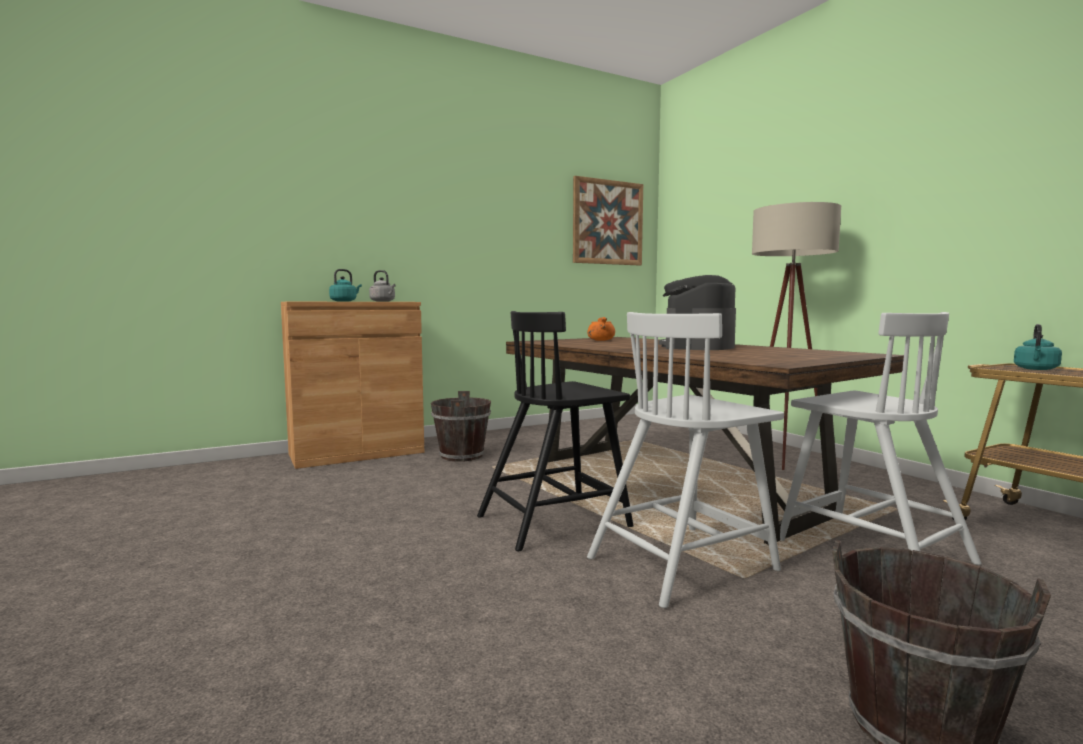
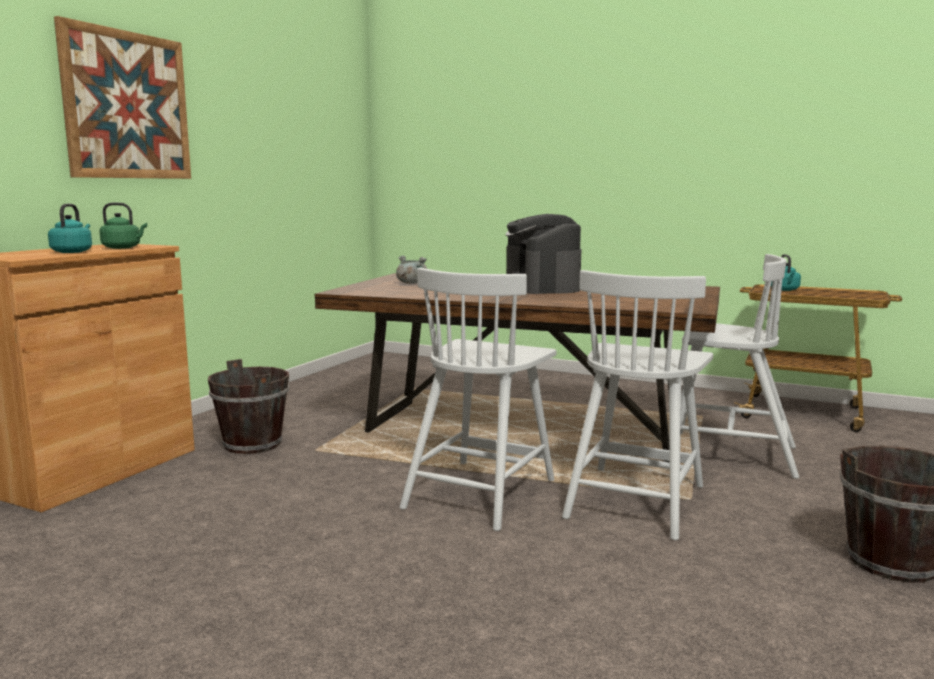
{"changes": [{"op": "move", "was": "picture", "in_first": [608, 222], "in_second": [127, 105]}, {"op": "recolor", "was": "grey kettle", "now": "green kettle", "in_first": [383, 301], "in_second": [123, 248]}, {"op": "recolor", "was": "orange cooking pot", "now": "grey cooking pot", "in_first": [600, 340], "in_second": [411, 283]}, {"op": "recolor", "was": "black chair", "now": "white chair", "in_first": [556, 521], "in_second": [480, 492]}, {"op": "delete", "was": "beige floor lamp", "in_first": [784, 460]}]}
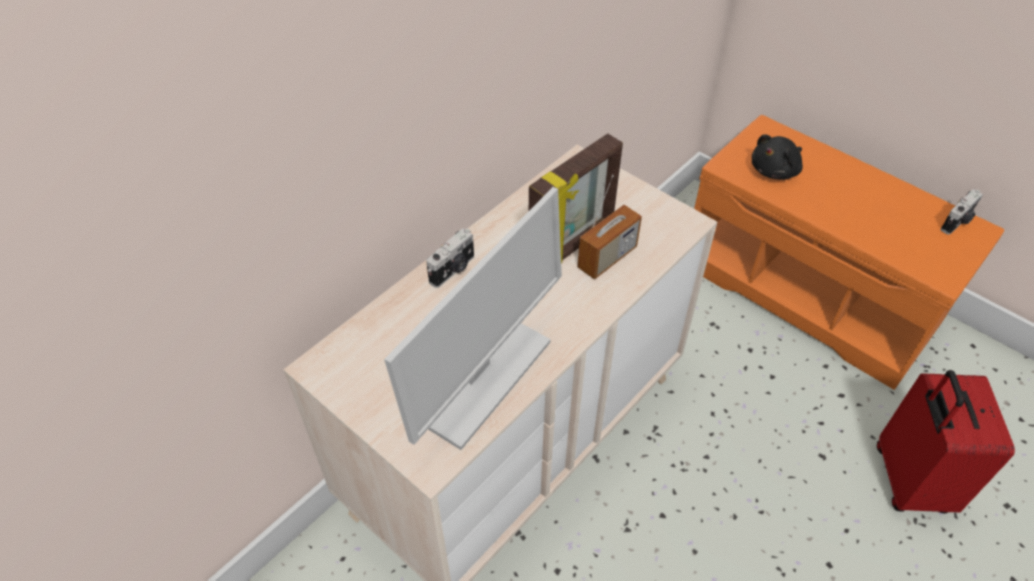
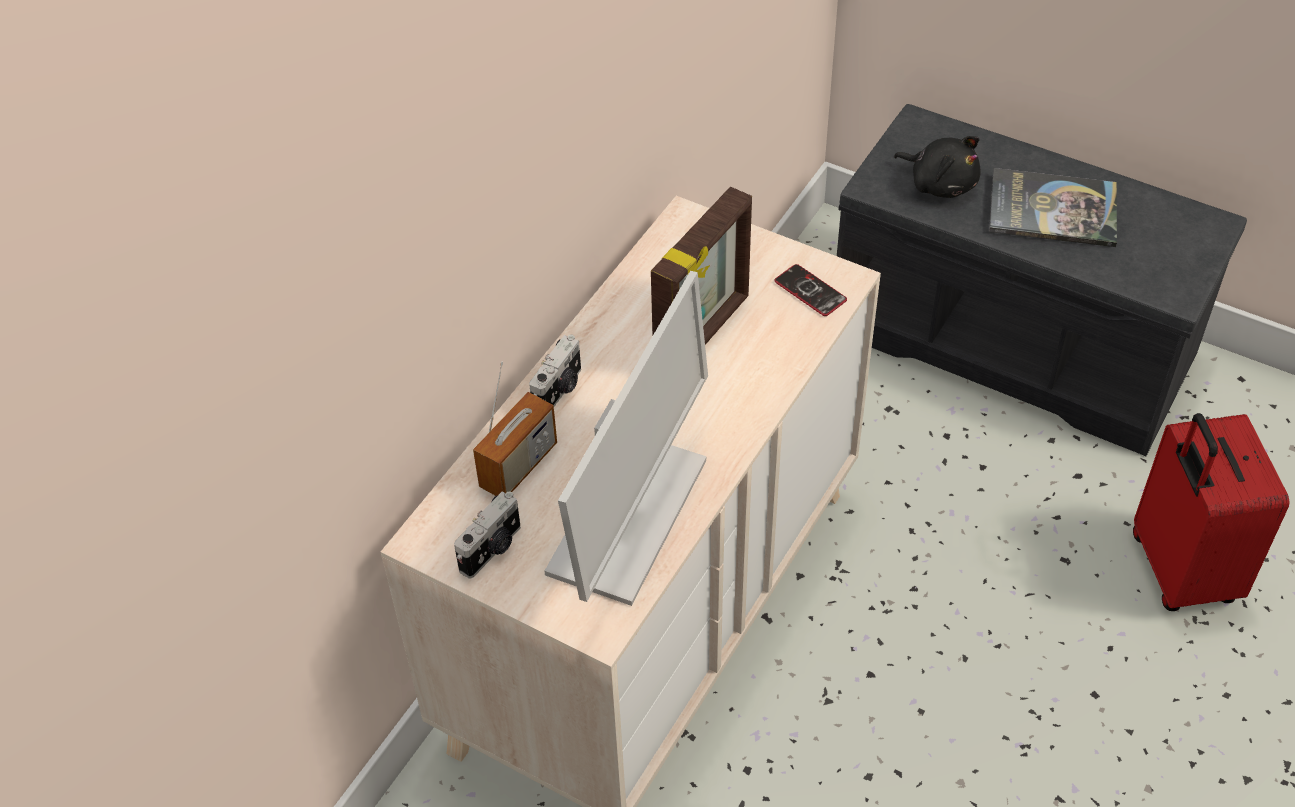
{"changes": [{"op": "move", "was": "photo camera", "in_first": [957, 222], "in_second": [492, 549]}, {"op": "move", "was": "radio", "in_first": [607, 258], "in_second": [518, 466]}, {"op": "insert", "now": "phone", "in_second": [810, 291]}, {"op": "recolor", "was": "orange bench", "now": "grey bench", "in_first": [811, 292], "in_second": [1015, 341]}, {"op": "rotate", "was": "black plush toy", "in_first": [775, 171], "in_second": [940, 183], "clockwise": -90}, {"op": "insert", "now": "book", "in_second": [1052, 209]}]}
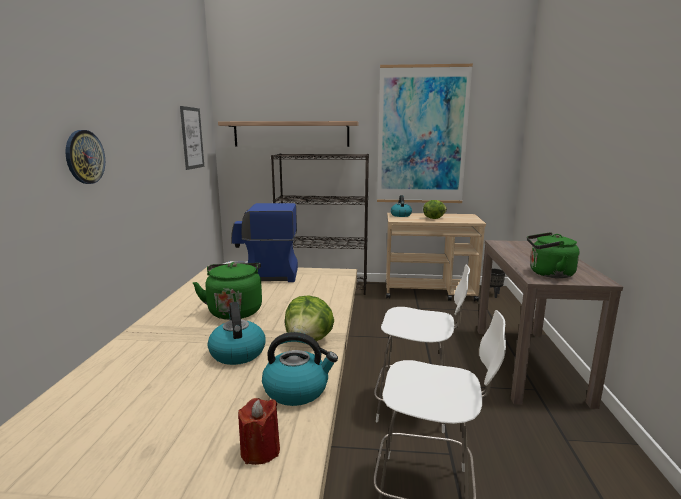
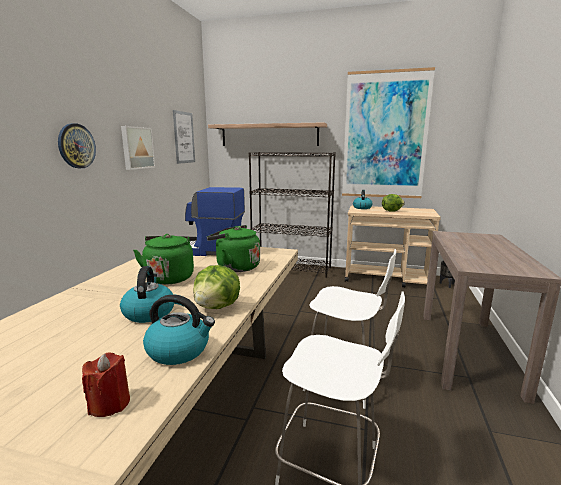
{"changes": [{"op": "insert", "now": "picture", "in_second": [137, 148]}, {"op": "move", "was": "green kettle", "in_first": [548, 274], "in_second": [235, 267]}]}
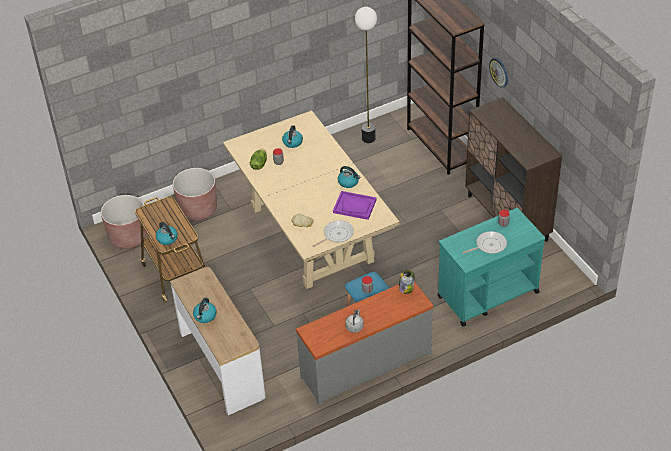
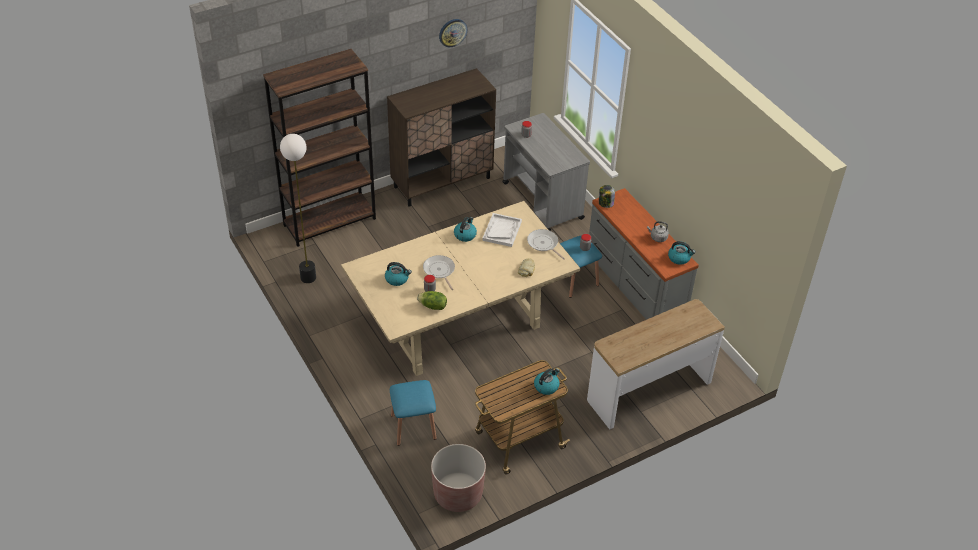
{"changes": [{"op": "replace", "was": "brown planter", "now": "blue stool", "in_first": [198, 209], "in_second": [413, 427]}, {"op": "move", "was": "frying pan", "in_first": [489, 245], "in_second": [439, 271]}, {"op": "move", "was": "wall clock", "in_first": [499, 72], "in_second": [452, 32]}, {"op": "recolor", "was": "purple tray", "now": "white tray", "in_first": [354, 206], "in_second": [502, 231]}, {"op": "recolor", "was": "turquoise cart", "now": "grey cart", "in_first": [487, 294], "in_second": [543, 201]}, {"op": "move", "was": "kettle", "in_first": [205, 316], "in_second": [679, 258]}]}
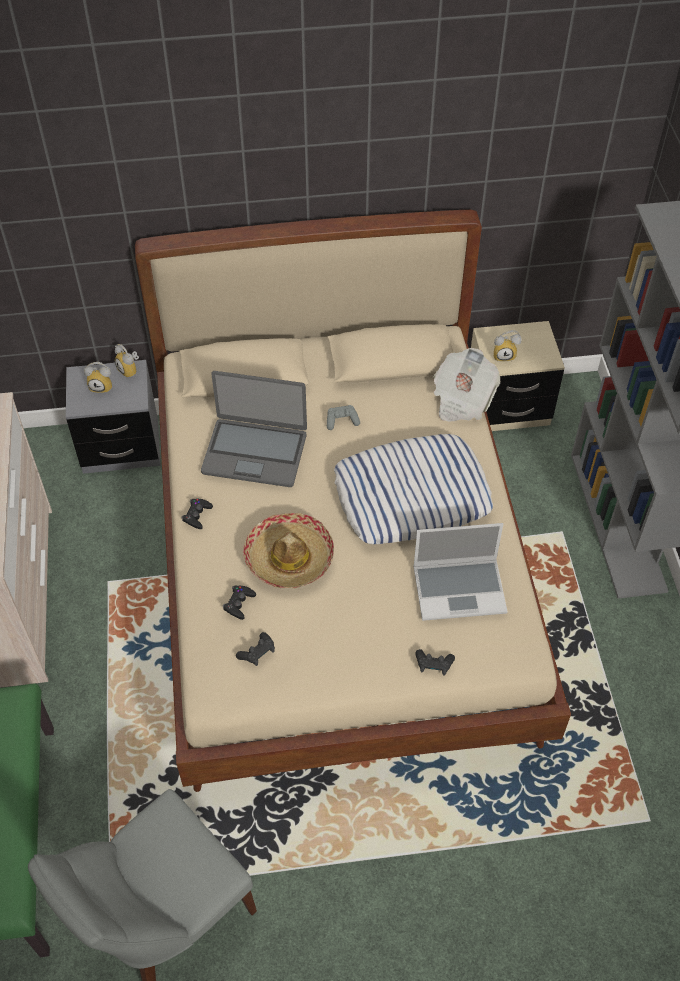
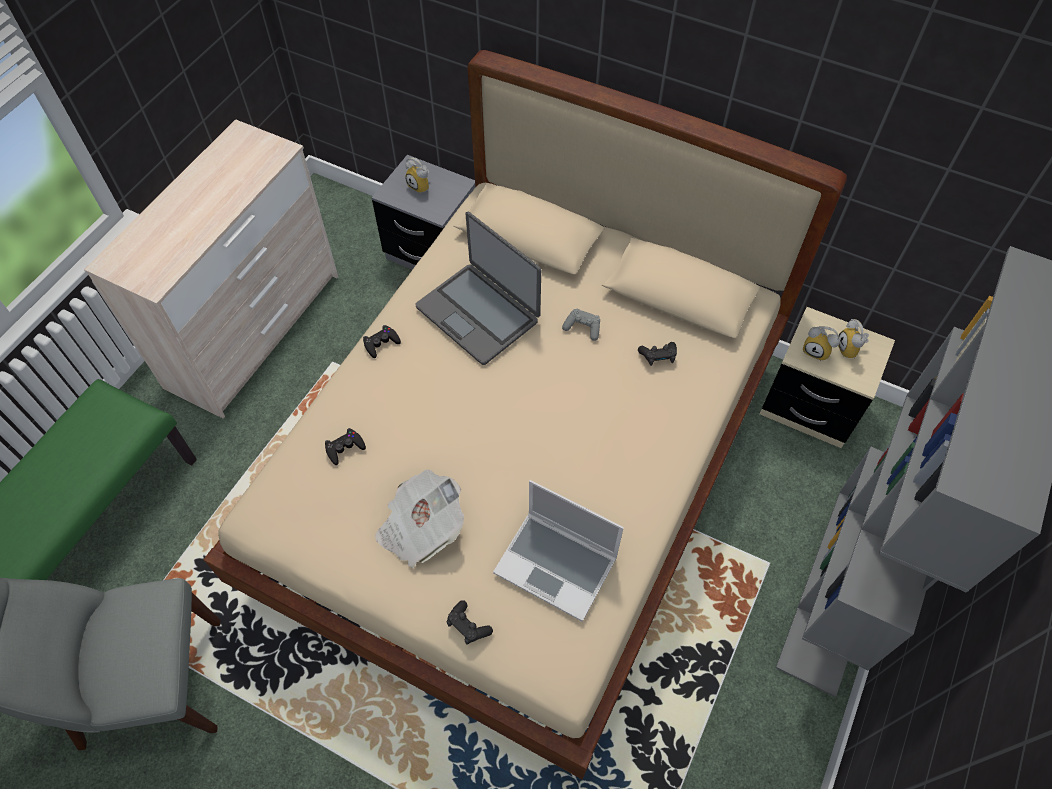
{"changes": [{"op": "move", "was": "newspaper", "in_first": [462, 399], "in_second": [421, 528]}, {"op": "move", "was": "black game controller", "in_first": [257, 653], "in_second": [658, 357]}, {"op": "move", "was": "alarm clock", "in_first": [131, 370], "in_second": [850, 350]}, {"op": "delete", "was": "hat", "in_first": [289, 558]}, {"op": "delete", "was": "pillow", "in_first": [412, 495]}]}
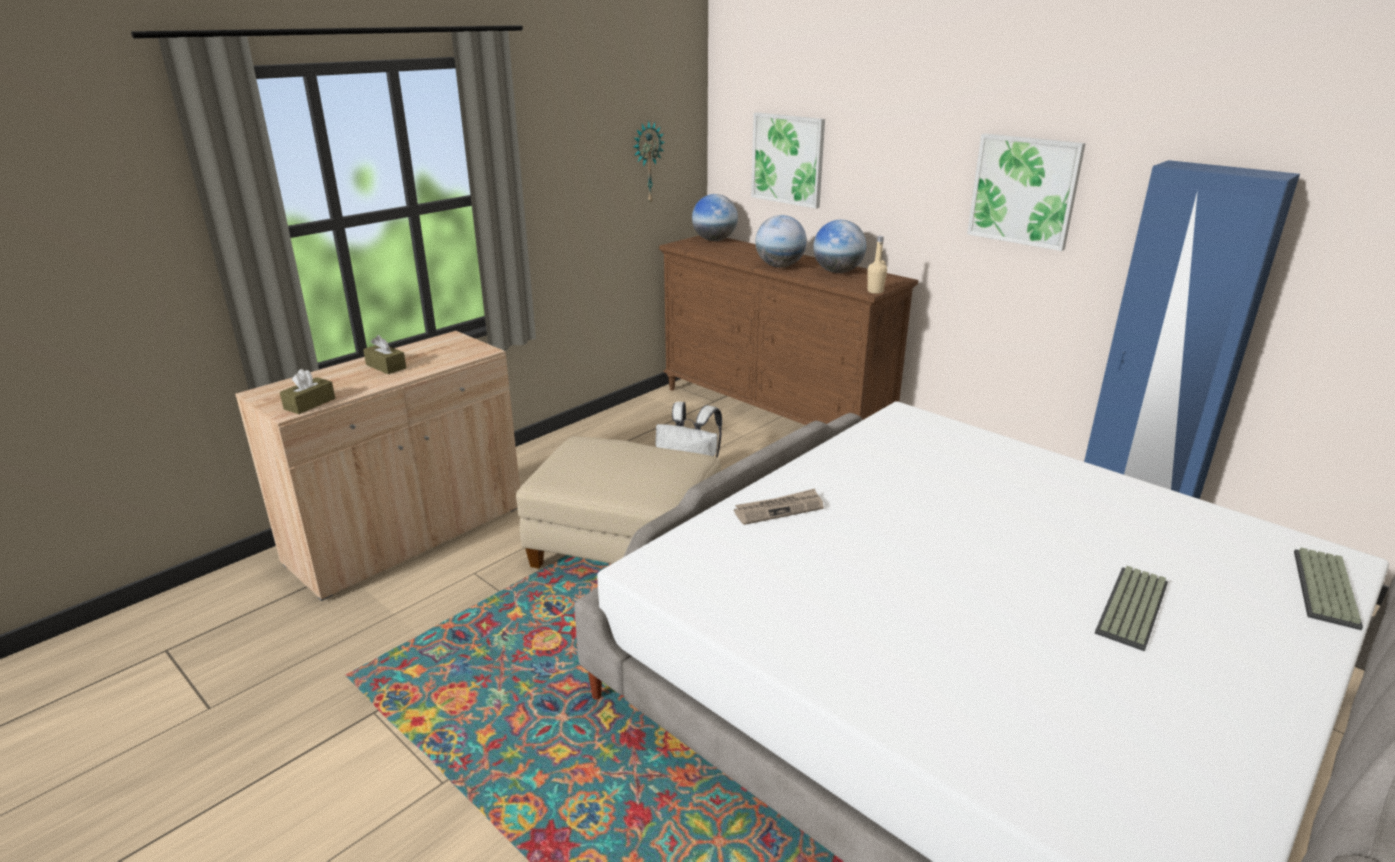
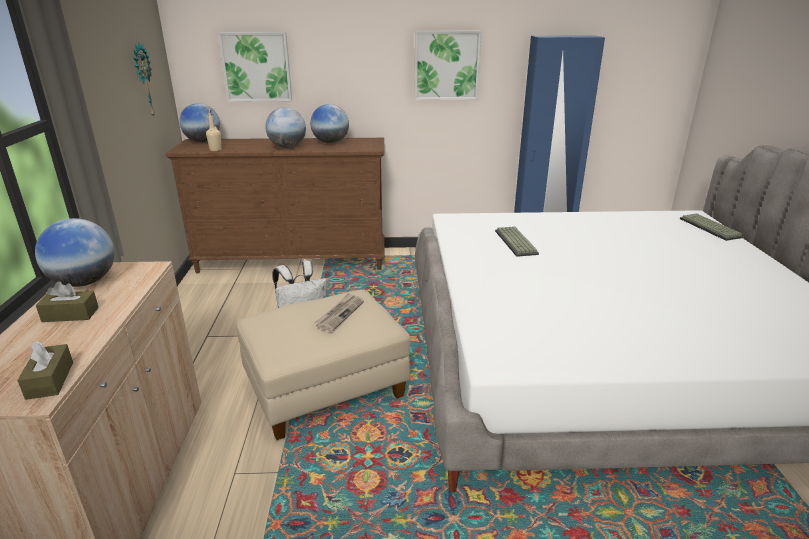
{"changes": [{"op": "insert", "now": "globe", "in_second": [84, 282]}, {"op": "move", "was": "beige bottle", "in_first": [875, 291], "in_second": [215, 150]}, {"op": "move", "was": "newspaper", "in_first": [779, 509], "in_second": [340, 313]}, {"op": "move", "was": "keyboard", "in_first": [1134, 609], "in_second": [517, 242]}]}
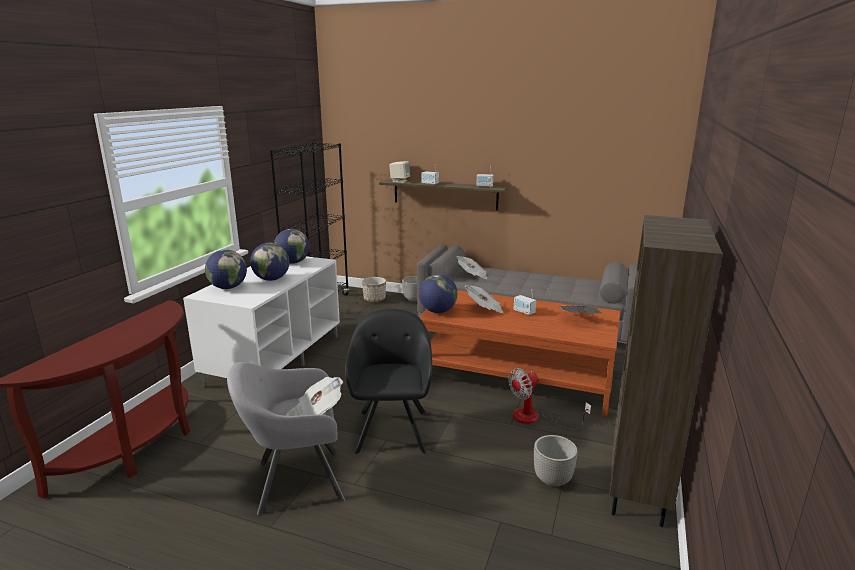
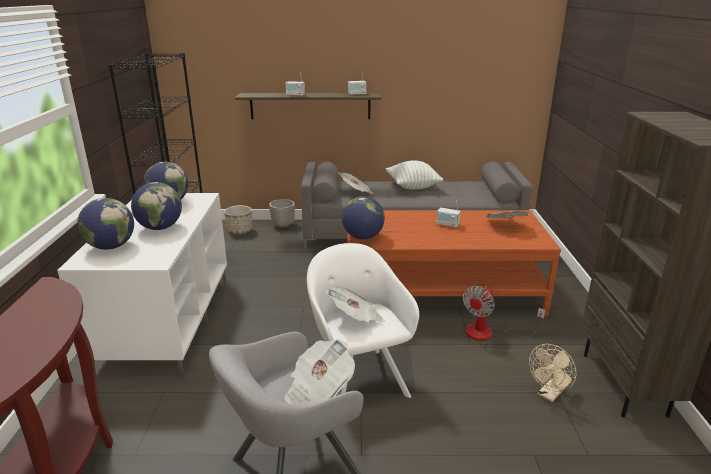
{"changes": [{"op": "recolor", "was": "black armchair", "now": "white armchair", "in_first": [392, 428], "in_second": [357, 377]}, {"op": "move", "was": "newspaper", "in_first": [484, 309], "in_second": [356, 318]}, {"op": "insert", "now": "pillow", "in_second": [412, 186]}, {"op": "replace", "was": "planter", "now": "beige fan", "in_first": [553, 480], "in_second": [549, 394]}, {"op": "delete", "was": "beige speaker", "in_first": [399, 181]}]}
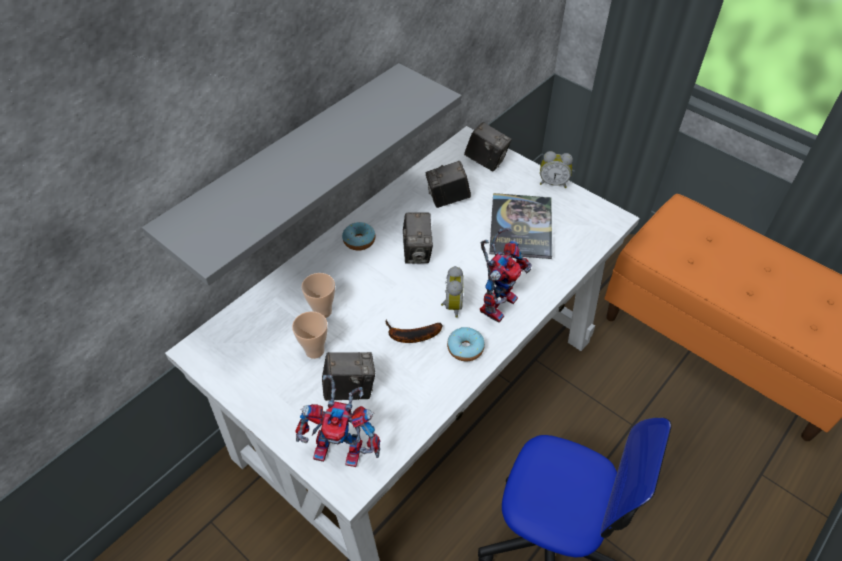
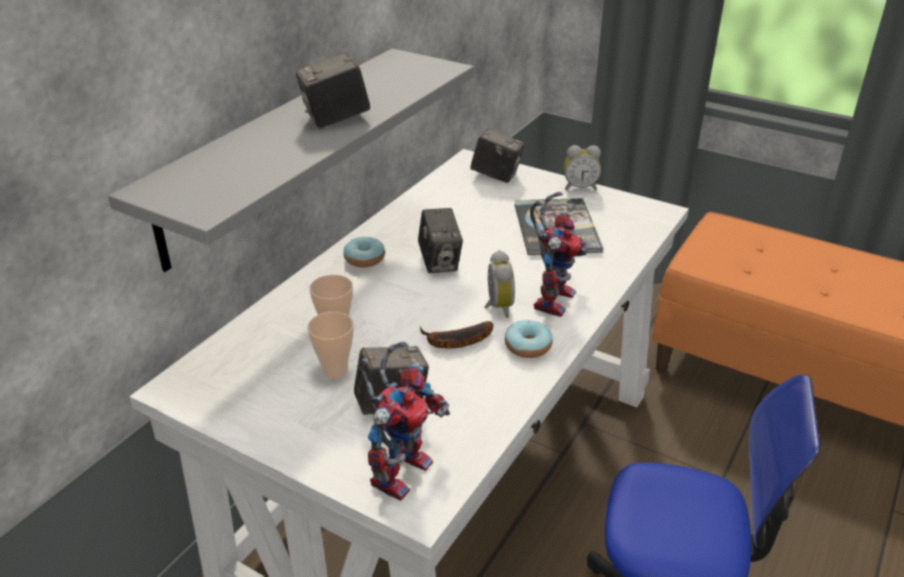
{"changes": [{"op": "move", "was": "photo camera", "in_first": [447, 199], "in_second": [336, 119]}, {"op": "rotate", "was": "toy robot", "in_first": [344, 448], "in_second": [400, 467], "clockwise": -60}]}
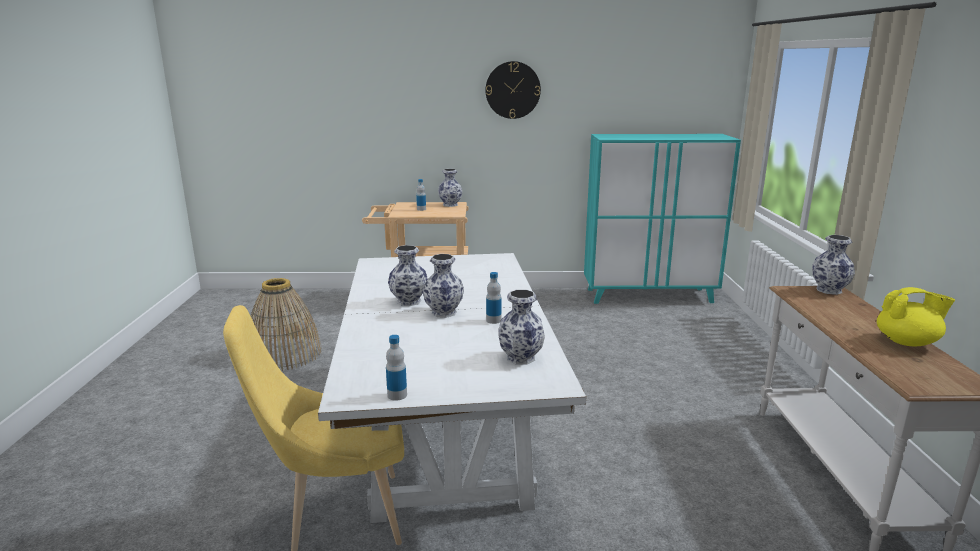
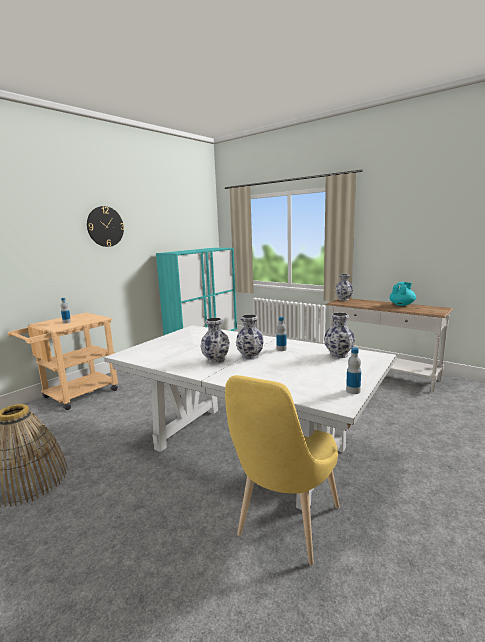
{"changes": [{"op": "recolor", "was": "yellow teapot", "now": "turquoise teapot", "in_first": [907, 342], "in_second": [402, 305]}, {"op": "delete", "was": "vase", "in_first": [450, 205]}]}
